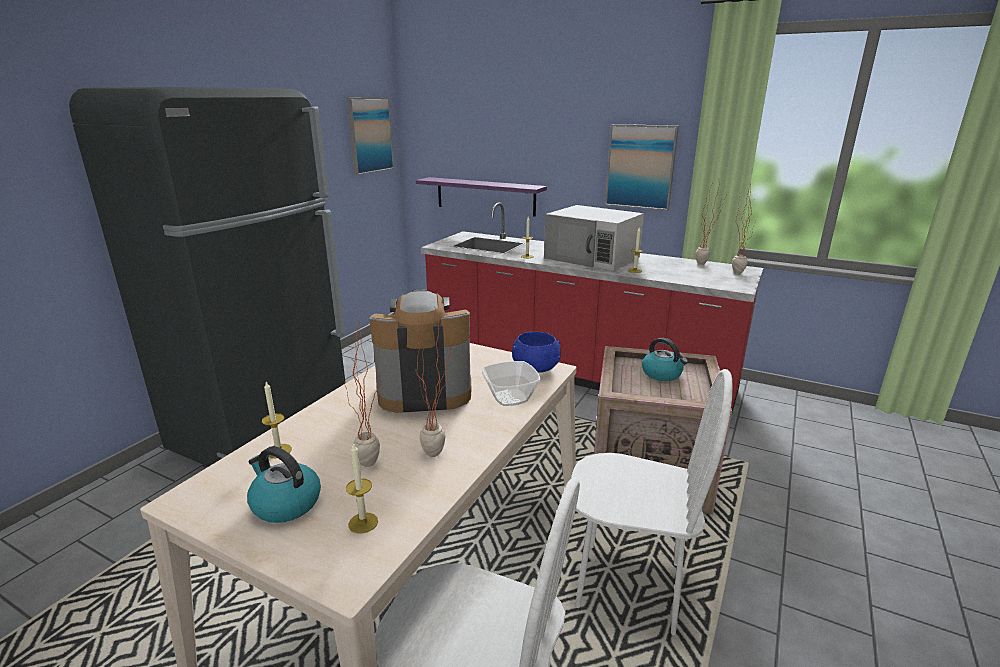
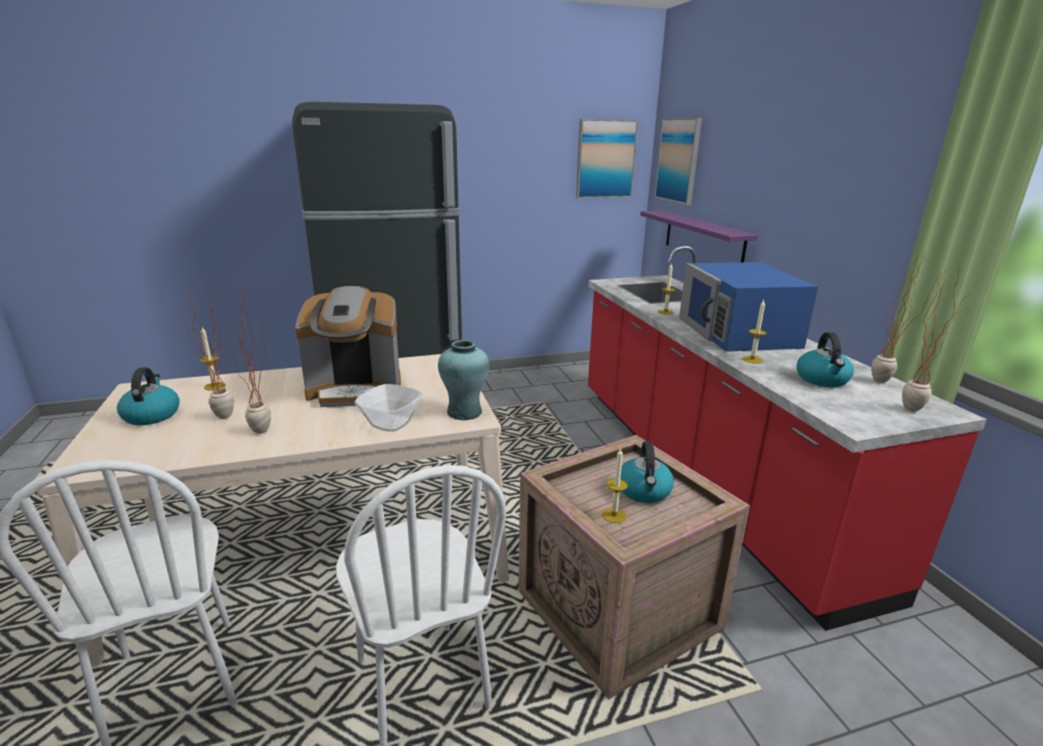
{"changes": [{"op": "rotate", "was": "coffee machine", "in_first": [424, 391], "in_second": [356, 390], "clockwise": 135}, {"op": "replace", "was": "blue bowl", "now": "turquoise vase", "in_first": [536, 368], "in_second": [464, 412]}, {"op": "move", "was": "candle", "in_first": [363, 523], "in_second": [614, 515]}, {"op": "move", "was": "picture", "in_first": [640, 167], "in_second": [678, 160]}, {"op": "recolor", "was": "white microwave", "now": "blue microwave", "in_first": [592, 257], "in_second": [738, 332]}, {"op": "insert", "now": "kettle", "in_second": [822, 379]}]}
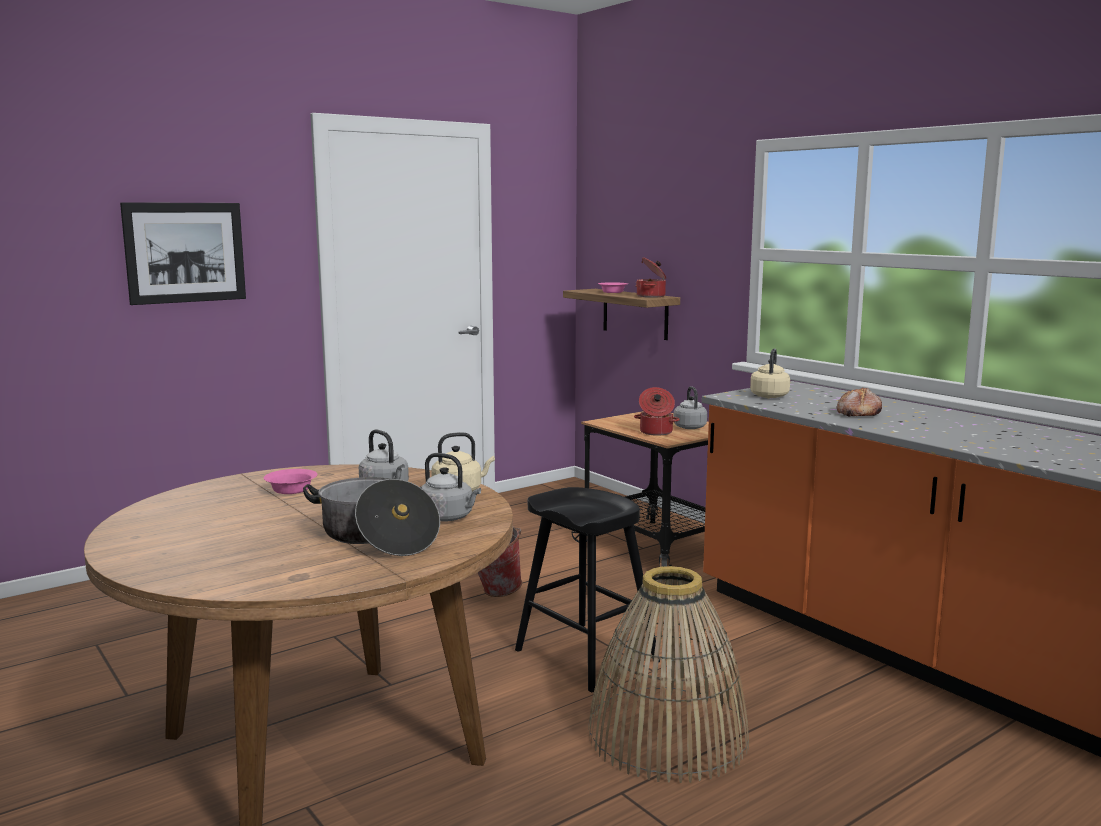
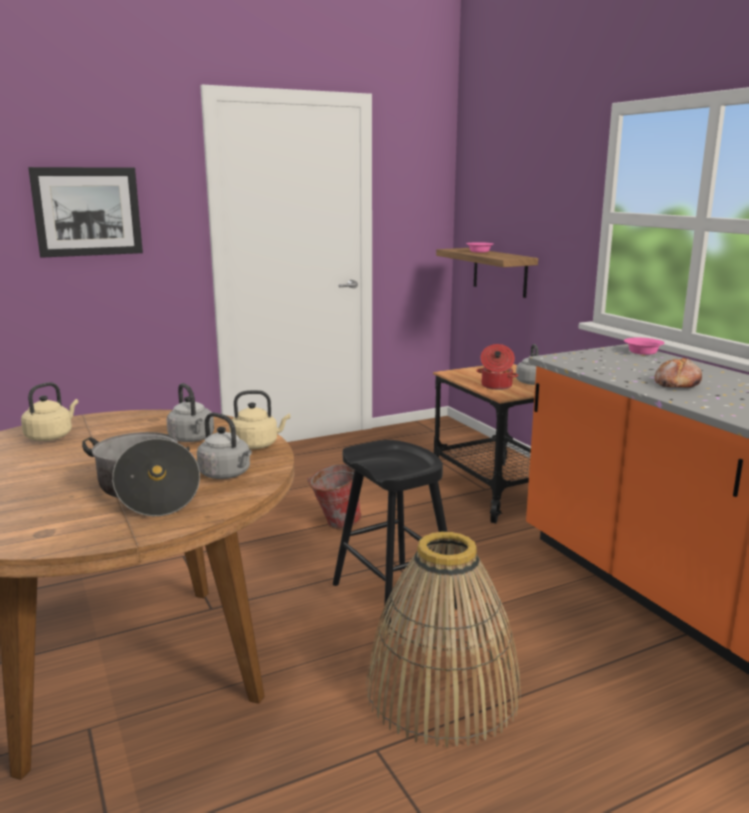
{"changes": [{"op": "move", "was": "beige kettle", "in_first": [769, 395], "in_second": [51, 436]}, {"op": "move", "was": "pink bowl", "in_first": [290, 490], "in_second": [641, 352]}, {"op": "delete", "was": "cooking pot", "in_first": [651, 296]}]}
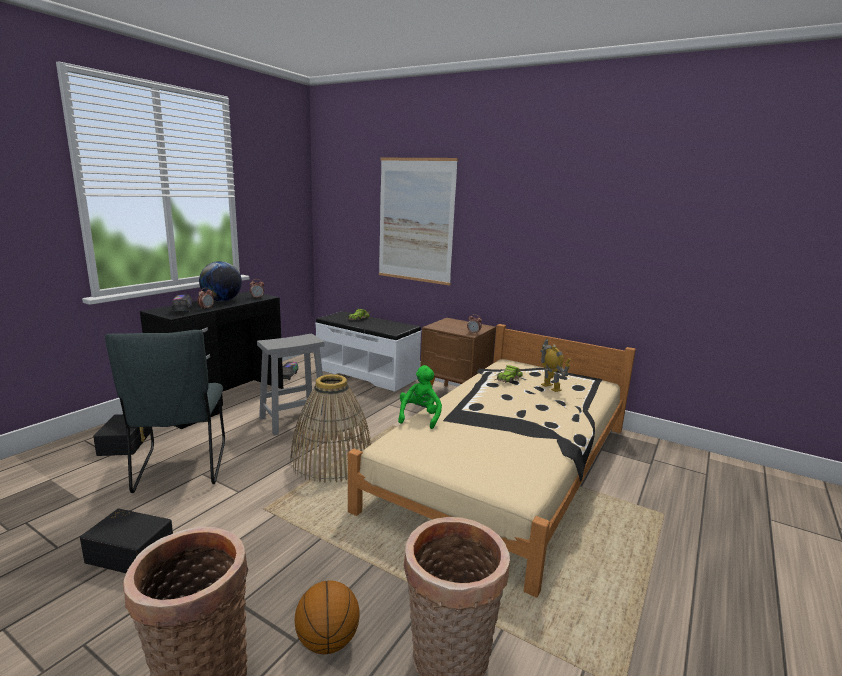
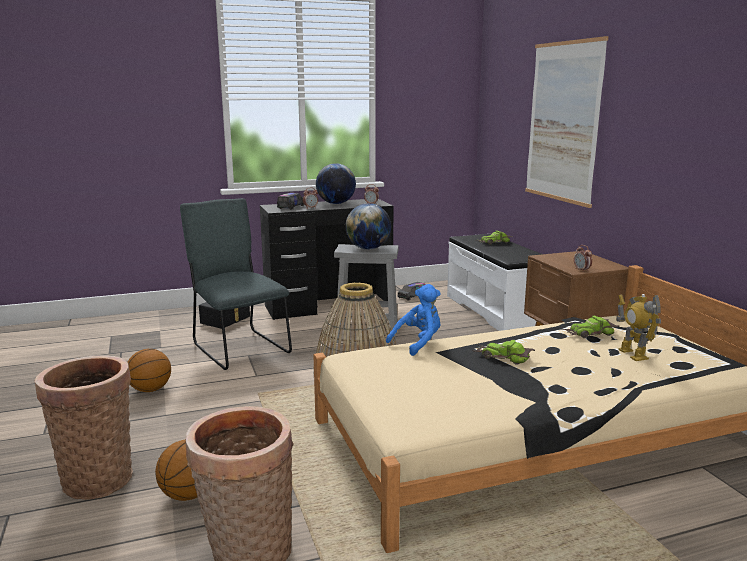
{"changes": [{"op": "replace", "was": "black storage box", "now": "basketball", "in_first": [132, 552], "in_second": [150, 390]}, {"op": "rotate", "was": "grey chair", "in_first": [180, 469], "in_second": [238, 347], "clockwise": 120}, {"op": "insert", "now": "globe", "in_second": [368, 248]}, {"op": "recolor", "was": "green plush toy", "now": "blue plush toy", "in_first": [420, 417], "in_second": [418, 343]}, {"op": "insert", "now": "toy car", "in_second": [502, 357]}, {"op": "rotate", "was": "toy robot", "in_first": [551, 387], "in_second": [632, 354], "clockwise": 150}]}
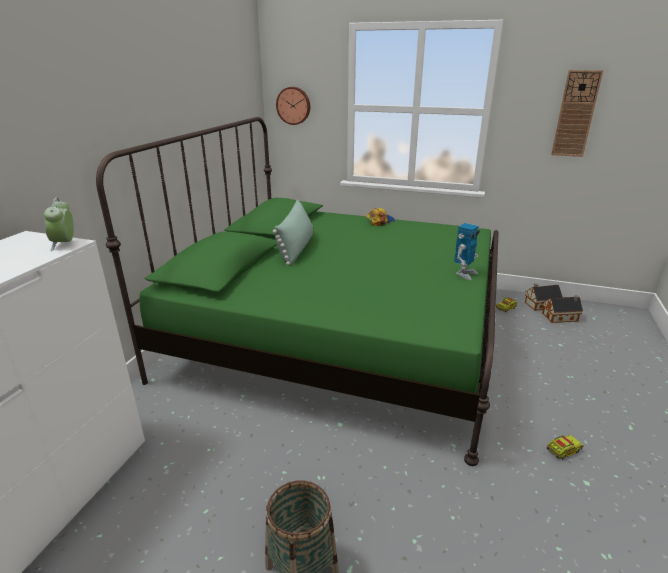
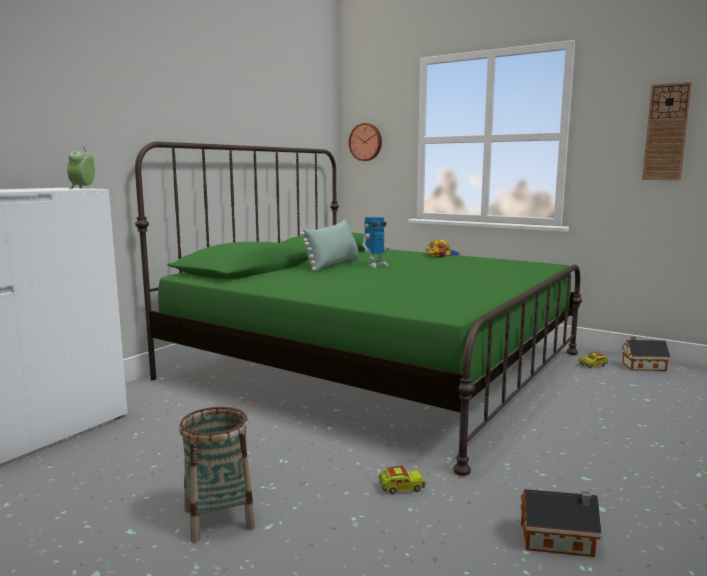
{"changes": [{"op": "move", "was": "toy robot", "in_first": [464, 274], "in_second": [375, 265]}, {"op": "move", "was": "toy truck", "in_first": [563, 450], "in_second": [401, 487]}, {"op": "move", "was": "toy house", "in_first": [561, 317], "in_second": [559, 540]}]}
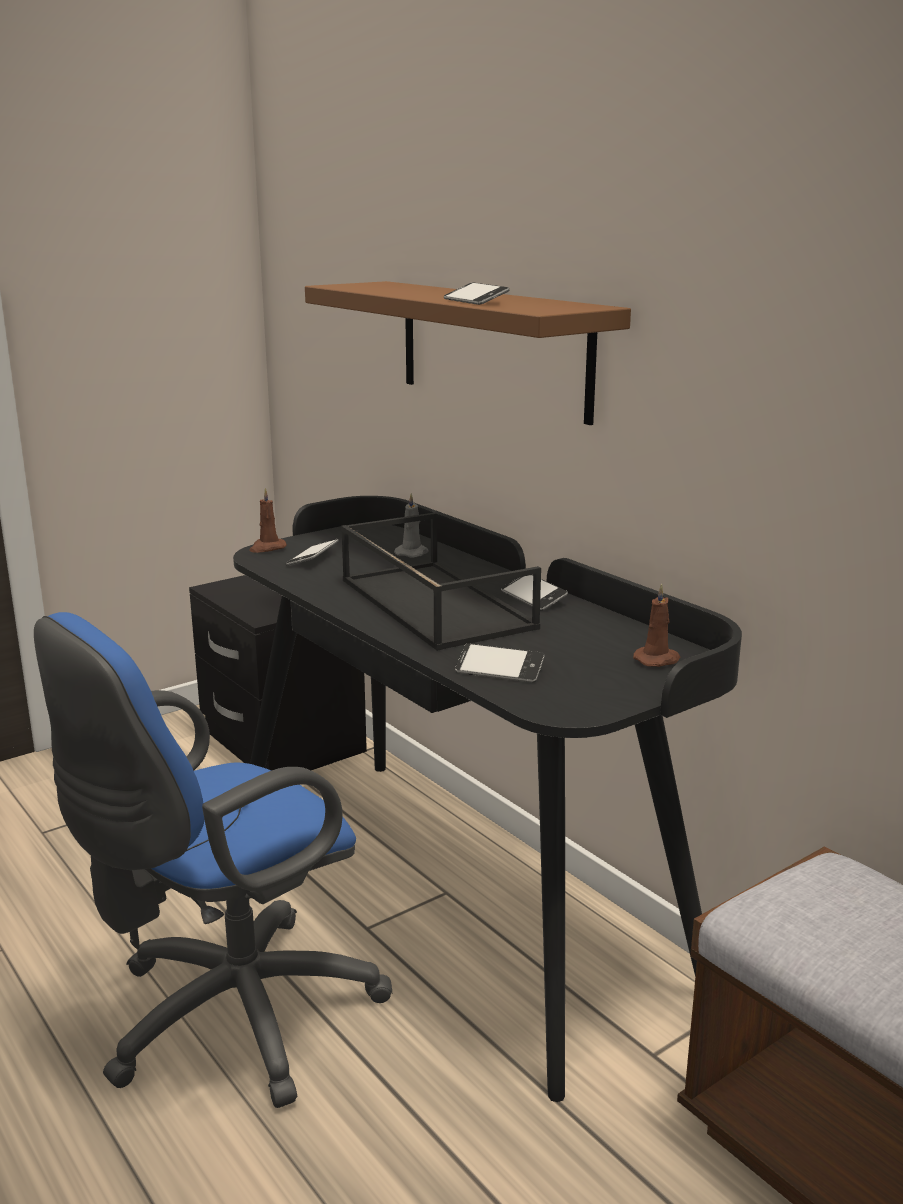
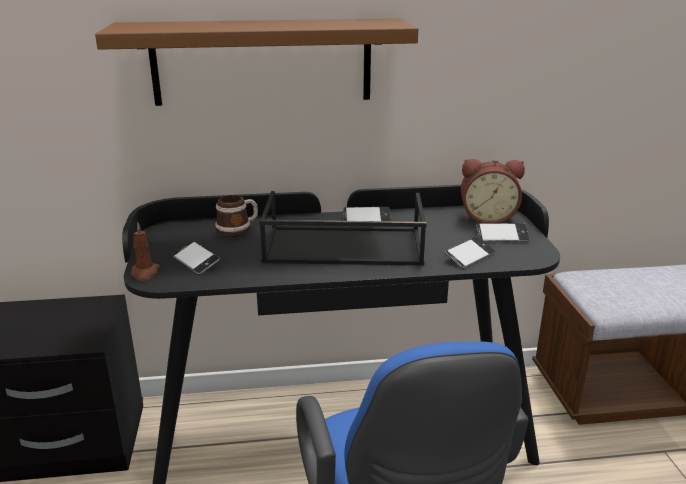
{"changes": [{"op": "replace", "was": "grey candle", "now": "mug", "in_first": [412, 553], "in_second": [238, 229]}, {"op": "replace", "was": "brown candle", "now": "alarm clock", "in_first": [658, 660], "in_second": [487, 218]}, {"op": "move", "was": "phone", "in_first": [475, 301], "in_second": [502, 237]}]}
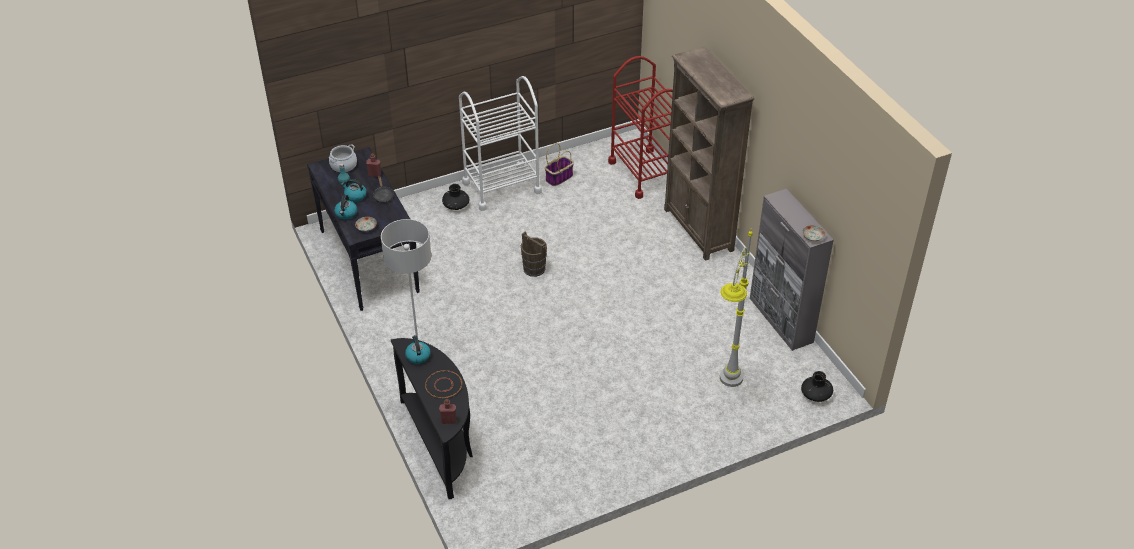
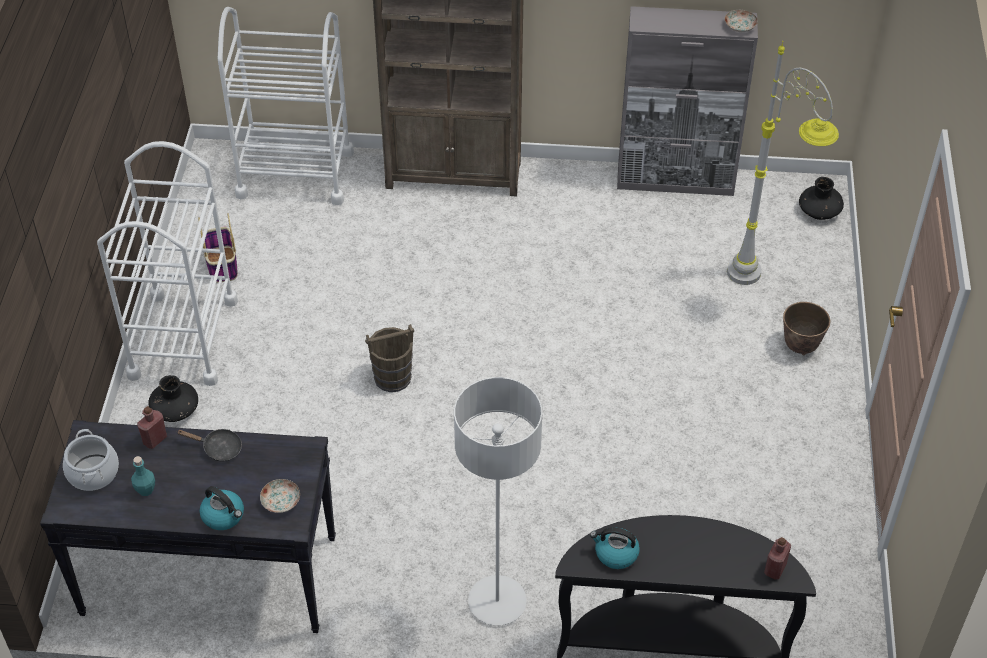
{"changes": [{"op": "recolor", "was": "red cart", "now": "white cart", "in_first": [644, 173], "in_second": [295, 173]}, {"op": "insert", "now": "planter", "in_second": [800, 346]}, {"op": "delete", "was": "kettle", "in_first": [355, 196]}, {"op": "delete", "was": "black plate", "in_first": [443, 385]}]}
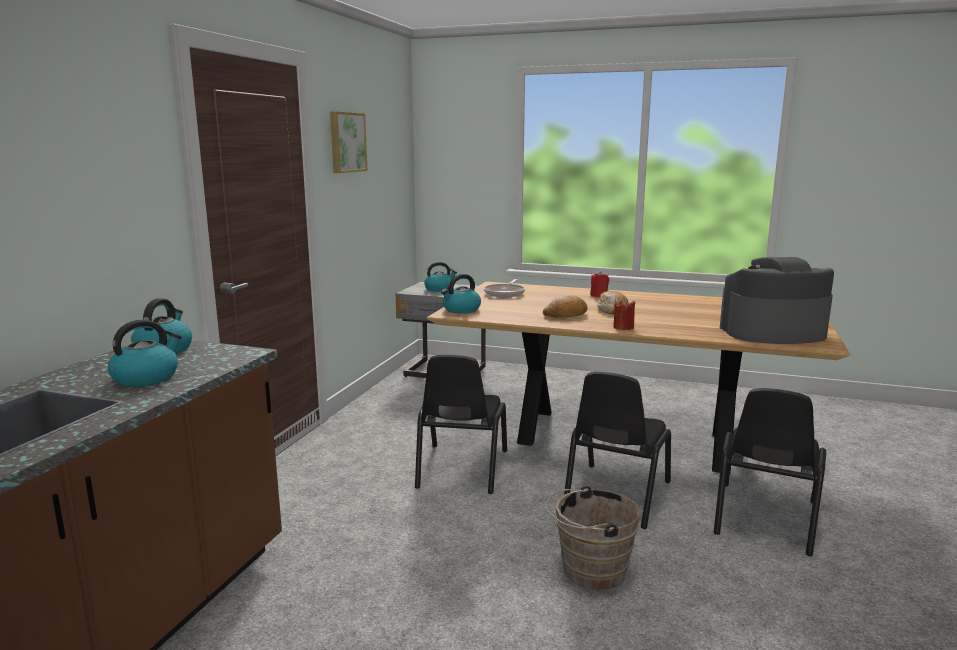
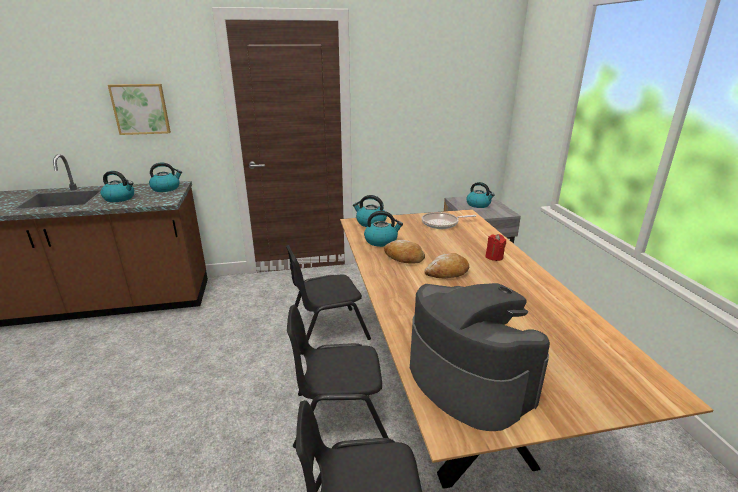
{"changes": [{"op": "move", "was": "picture", "in_first": [346, 142], "in_second": [141, 109]}, {"op": "insert", "now": "kettle", "in_second": [381, 241]}, {"op": "delete", "was": "brown bucket", "in_first": [588, 571]}, {"op": "delete", "was": "red candle", "in_first": [623, 327]}]}
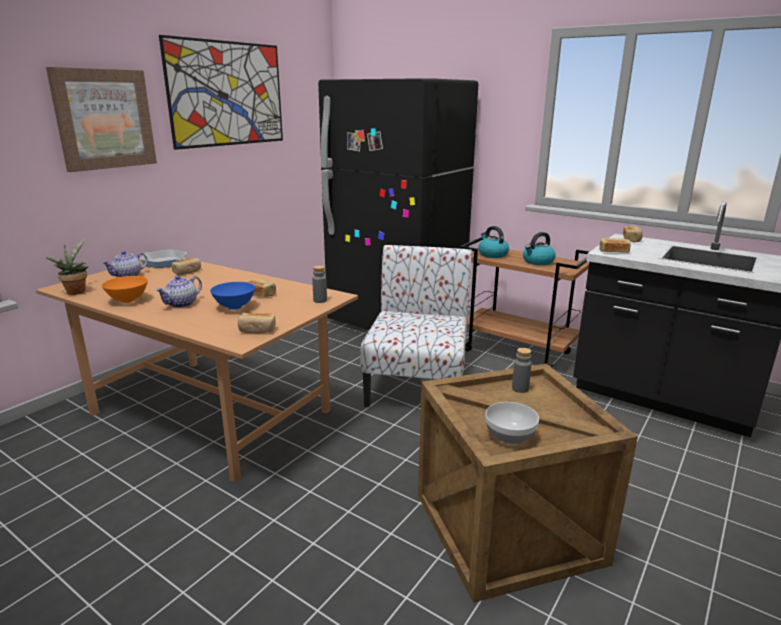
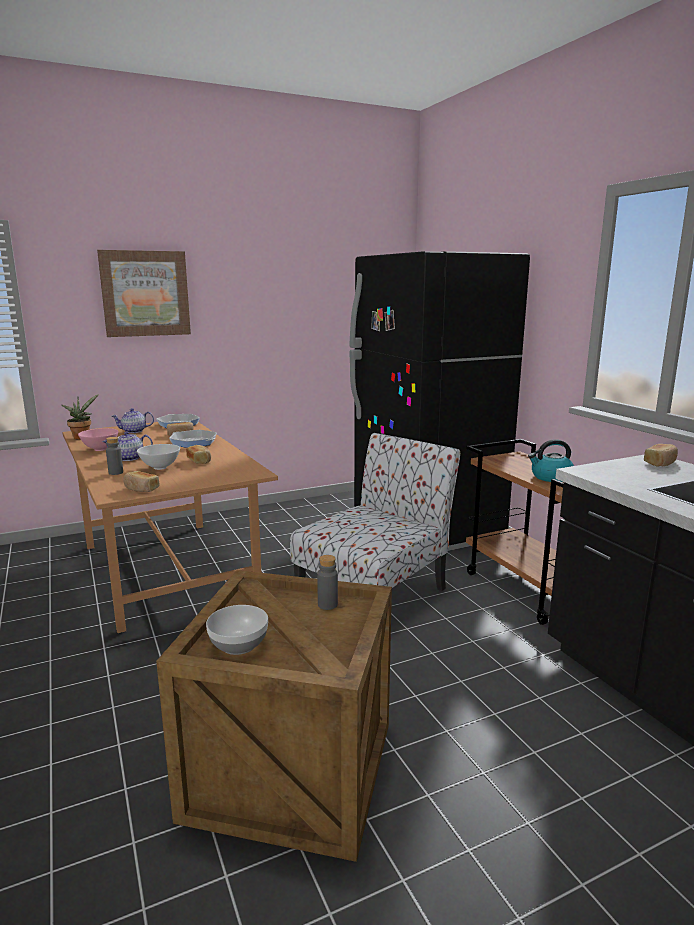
{"changes": [{"op": "recolor", "was": "orange bowl", "now": "pink bowl", "in_first": [127, 300], "in_second": [100, 449]}, {"op": "move", "was": "grey bottle", "in_first": [320, 300], "in_second": [116, 472]}, {"op": "recolor", "was": "blue bowl", "now": "white bowl", "in_first": [234, 307], "in_second": [159, 468]}, {"op": "insert", "now": "frying pan", "in_second": [194, 442]}, {"op": "delete", "was": "picture", "in_first": [228, 94]}, {"op": "delete", "was": "kettle", "in_first": [492, 254]}, {"op": "delete", "was": "bread", "in_first": [614, 252]}]}
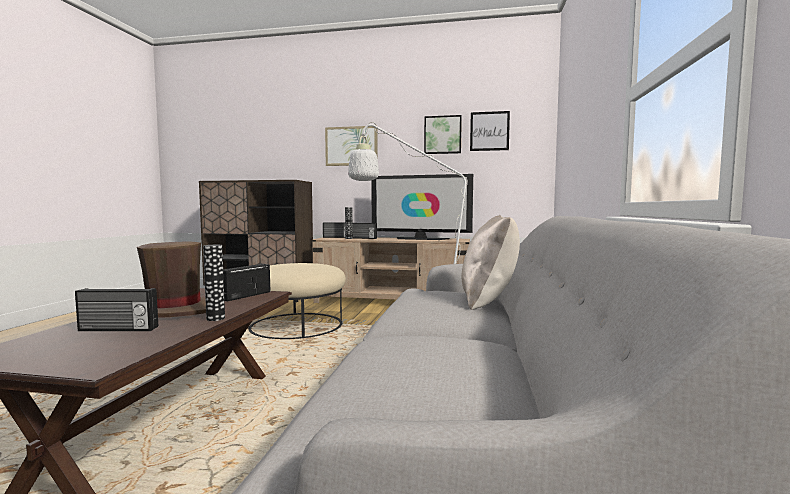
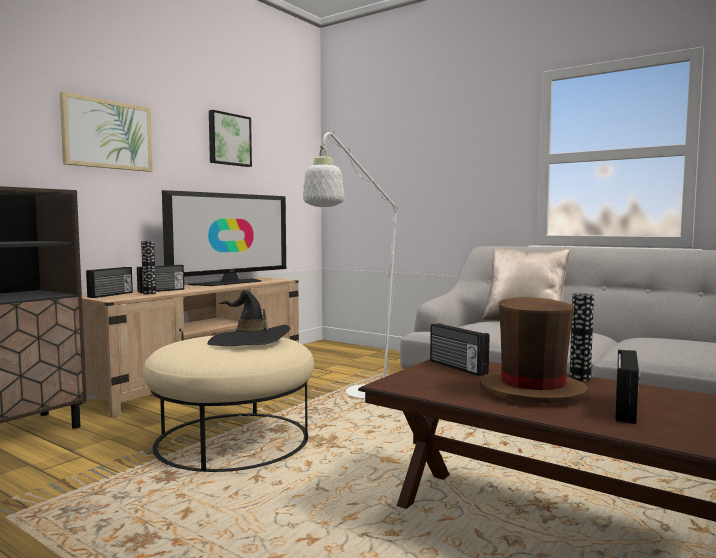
{"changes": [{"op": "insert", "now": "black hat", "in_second": [249, 341]}, {"op": "delete", "was": "picture", "in_first": [489, 131]}]}
